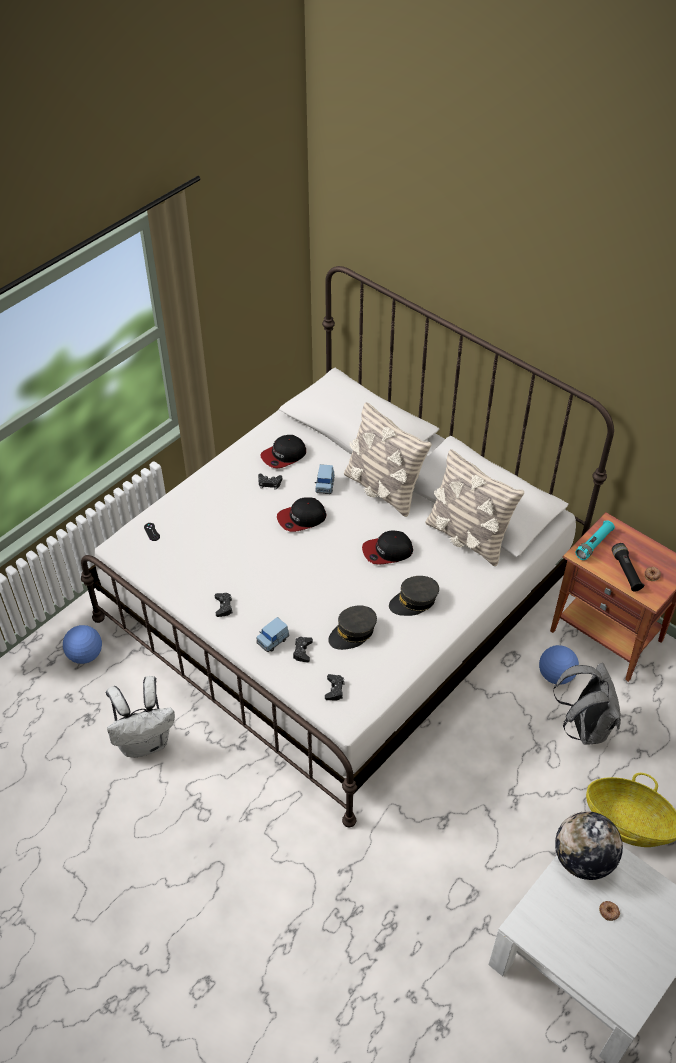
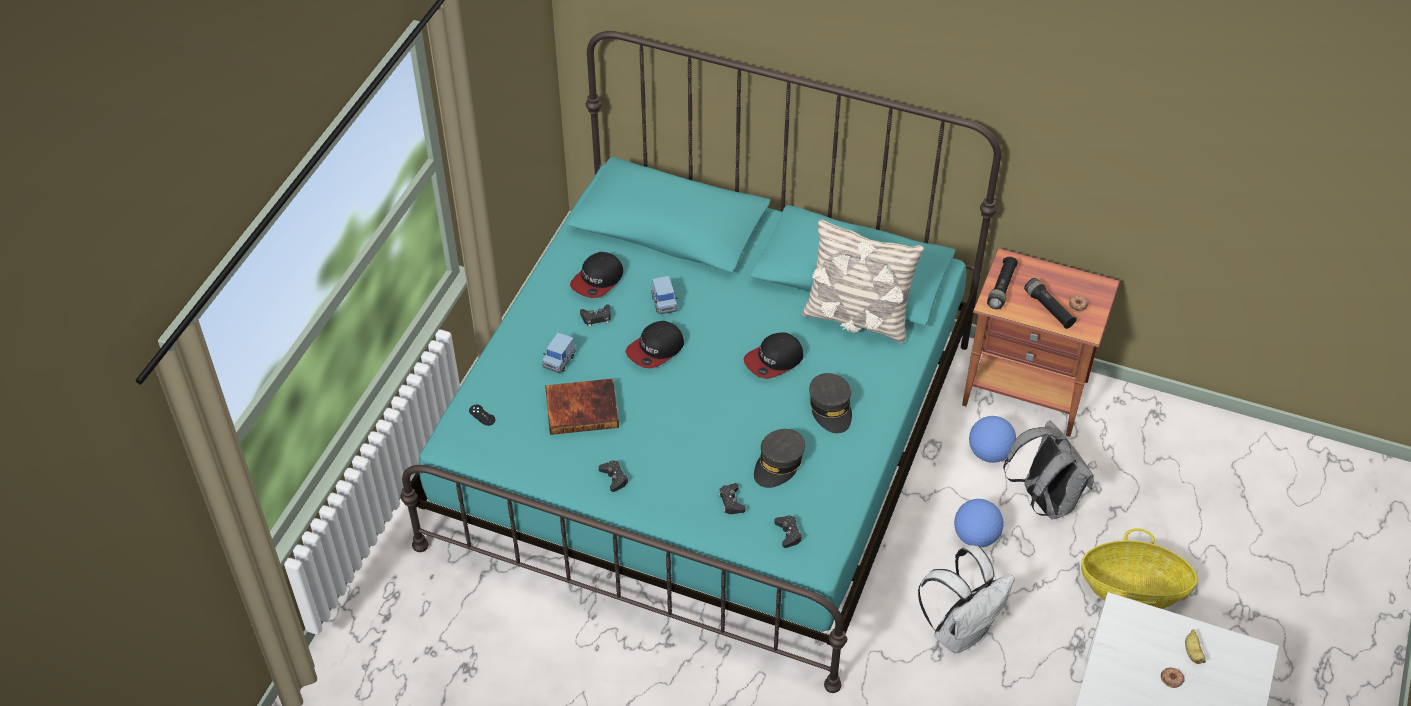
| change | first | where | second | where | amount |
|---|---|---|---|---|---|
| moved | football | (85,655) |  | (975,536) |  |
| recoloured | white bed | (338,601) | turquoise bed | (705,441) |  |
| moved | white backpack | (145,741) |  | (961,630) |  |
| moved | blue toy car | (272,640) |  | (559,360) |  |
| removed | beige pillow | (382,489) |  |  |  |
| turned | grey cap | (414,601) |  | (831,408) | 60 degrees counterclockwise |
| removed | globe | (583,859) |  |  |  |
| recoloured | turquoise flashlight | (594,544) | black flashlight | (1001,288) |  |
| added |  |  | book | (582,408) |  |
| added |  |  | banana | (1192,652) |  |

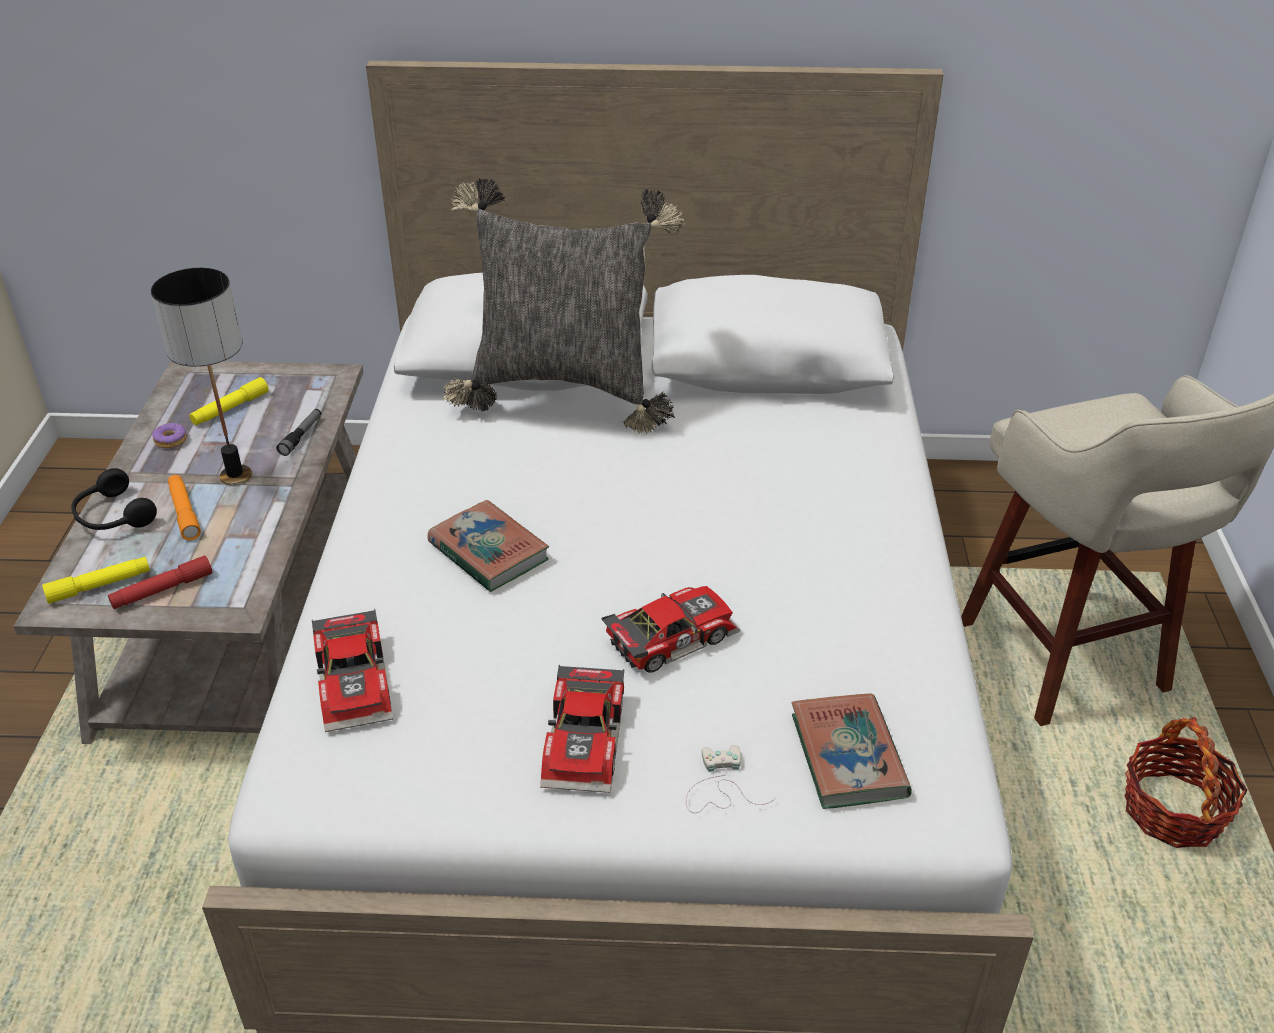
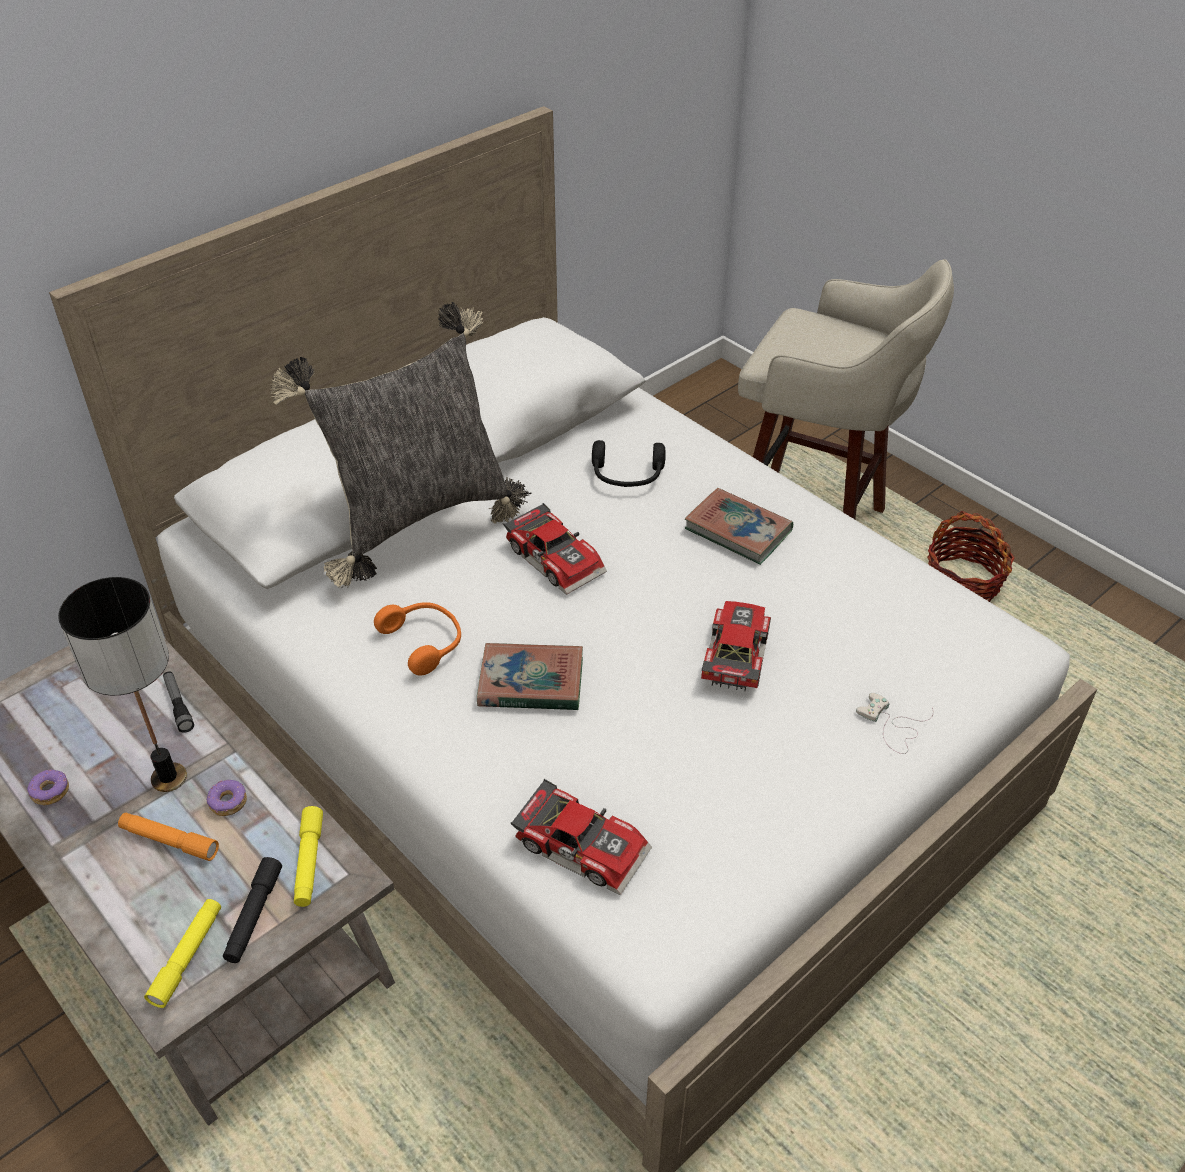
| change | first | where | second | where | amount |
|---|---|---|---|---|---|
| moved | black headphones | (112,516) |  | (627,476) |  |
| recoloured | red flashlight | (162,590) | black flashlight | (254,915) |  |
| moved | yellow flashlight | (230,408) |  | (309,862) |  |
| moved | toy car | (588,741) |  | (557,557) |  |
| moved | book | (848,756) |  | (738,530) |  |
| added |  |  | donut | (228,802) |  |
| added |  |  | orange headphones | (424,642) |  |

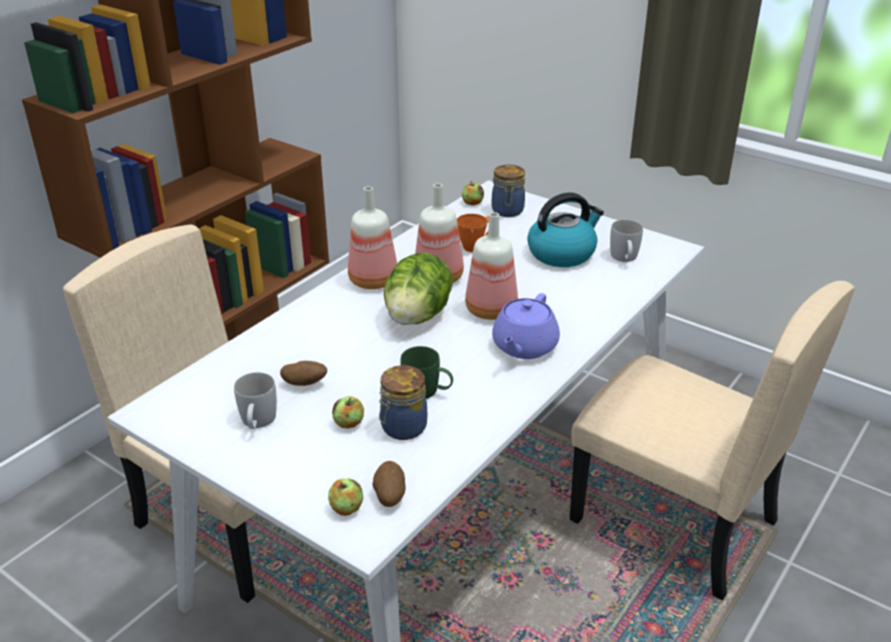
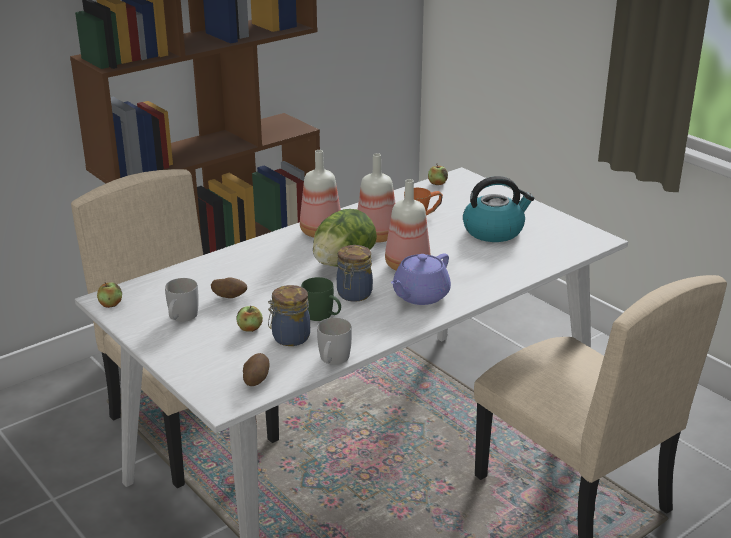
| change | first | where | second | where | amount |
|---|---|---|---|---|---|
| moved | apple | (346,508) |  | (110,304) |  |
| moved | jar | (507,211) |  | (354,295) |  |
| moved | white mug | (624,259) |  | (332,361) |  |

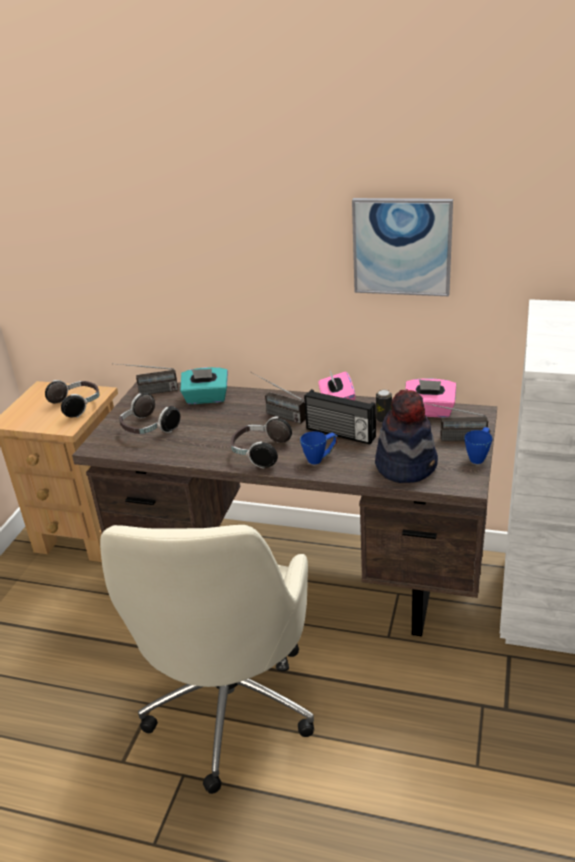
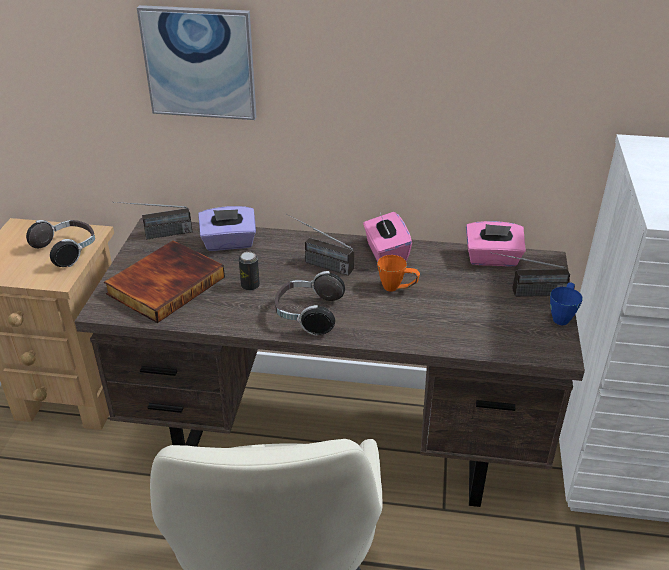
| change | first | where | second | where | amount |
|---|---|---|---|---|---|
| replaced | headphones | (148,429) | book | (165,284) |  |
| recoloured | turquoise tissue box | (206,398) | purple tissue box | (229,243) |  |
| removed | blue mug | (320,458) |  |  |  |
| replaced | radio | (340,434) | orange mug | (397,288) |  |
| moved | picture | (402,246) |  | (199,63) |  |
| removed | hat | (406,465) |  |  |  |
| moved | can | (384,419) |  | (250,286) |  |

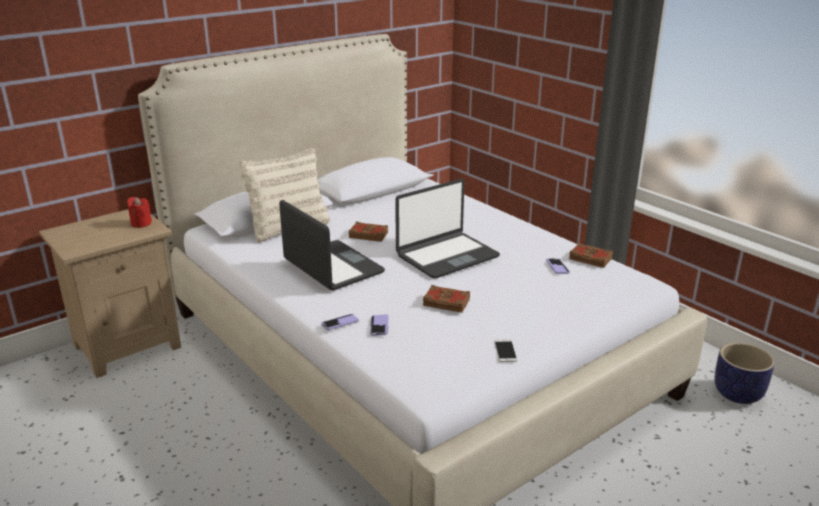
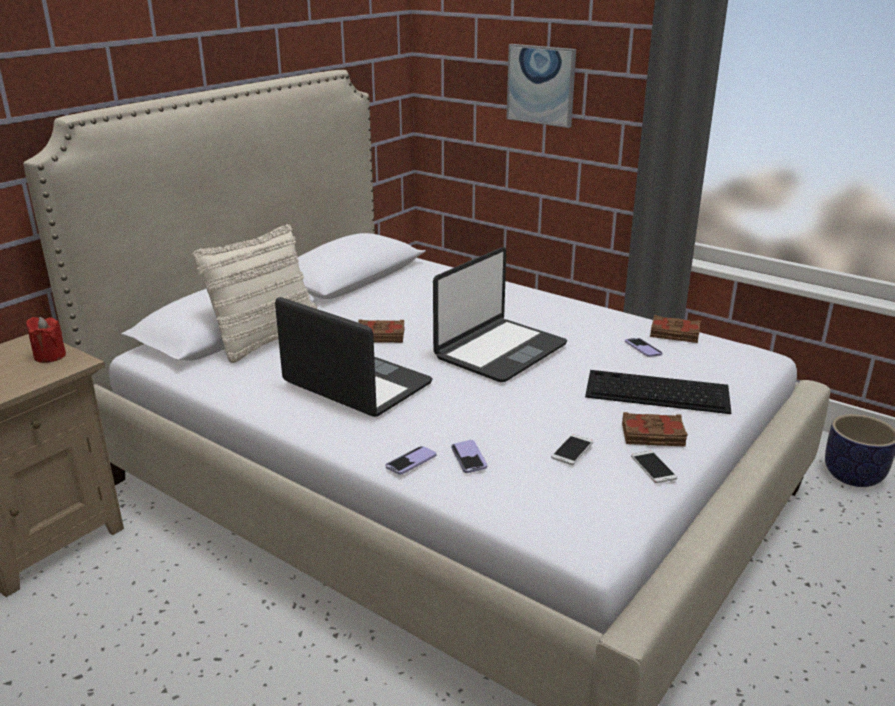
| change | first | where | second | where | amount |
|---|---|---|---|---|---|
| moved | brown book | (446,303) |  | (653,435) |  |
| added |  |  | picture | (541,85) |  |
| added |  |  | phone | (572,450) |  |
| added |  |  | keyboard | (655,391) |  |

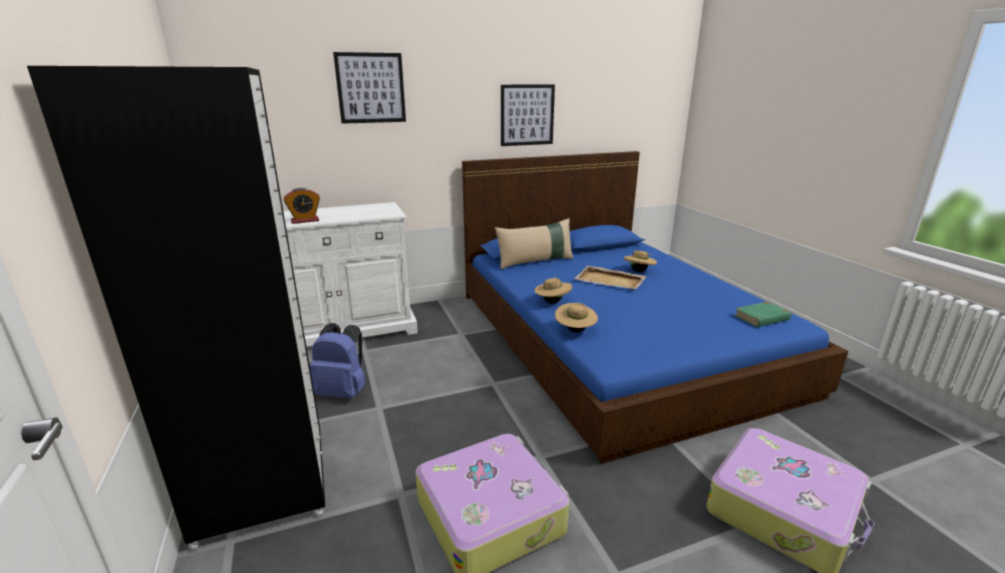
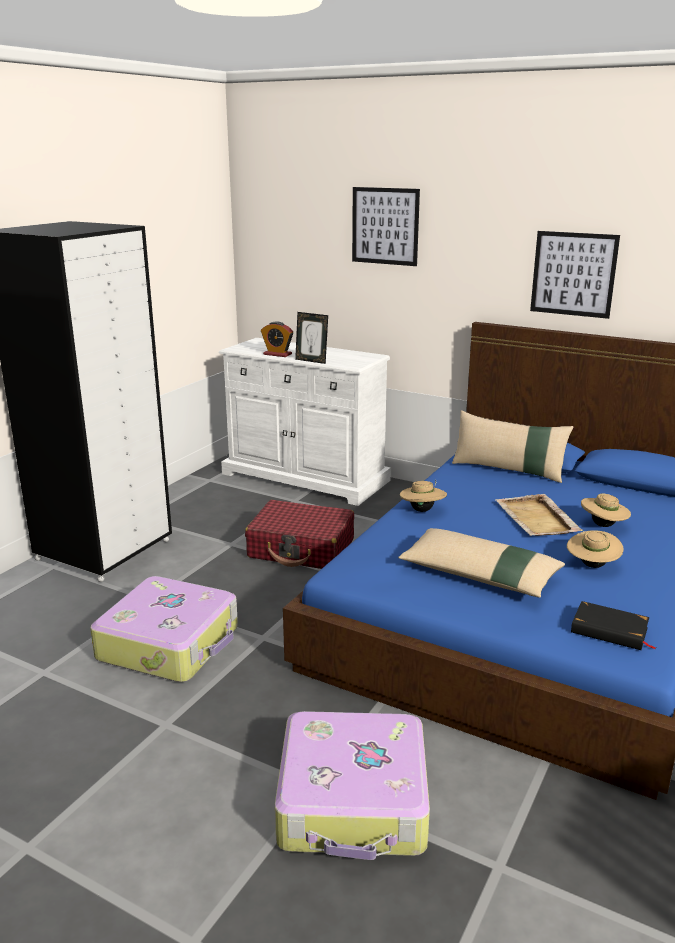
| change | first | where | second | where | amount |
|---|---|---|---|---|---|
| removed | blue backpack | (343,392) |  |  |  |
| moved | beige hat | (575,330) |  | (592,565) |  |
| recoloured | green book | (762,317) | black book | (609,630) |  |
| added |  |  | red suitcase | (301,549) |  |
| added |  |  | picture frame | (311,361) |  |
| added |  |  | beige pillow | (479,575) |  |

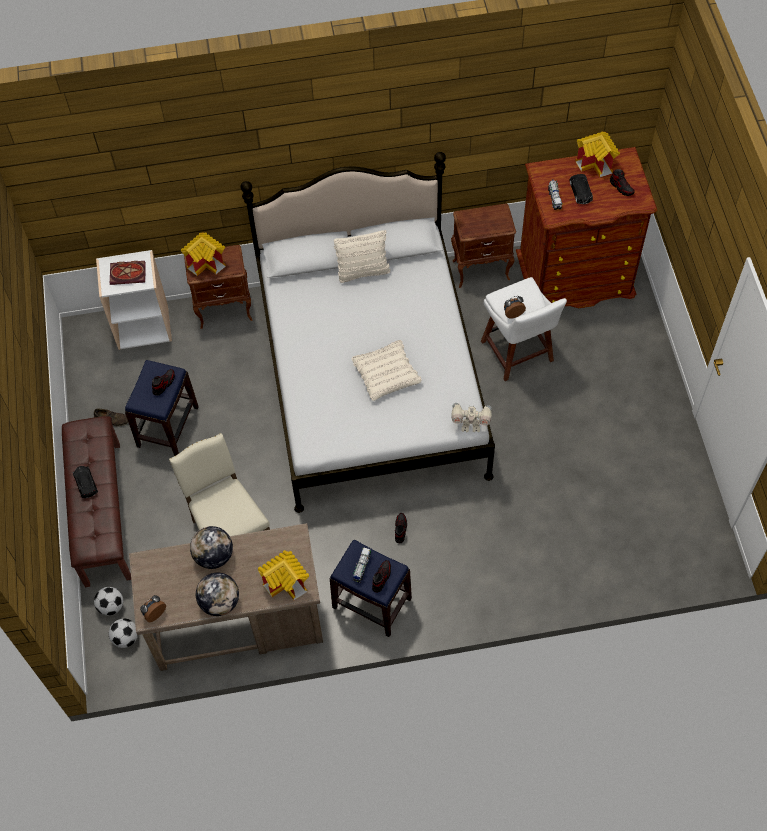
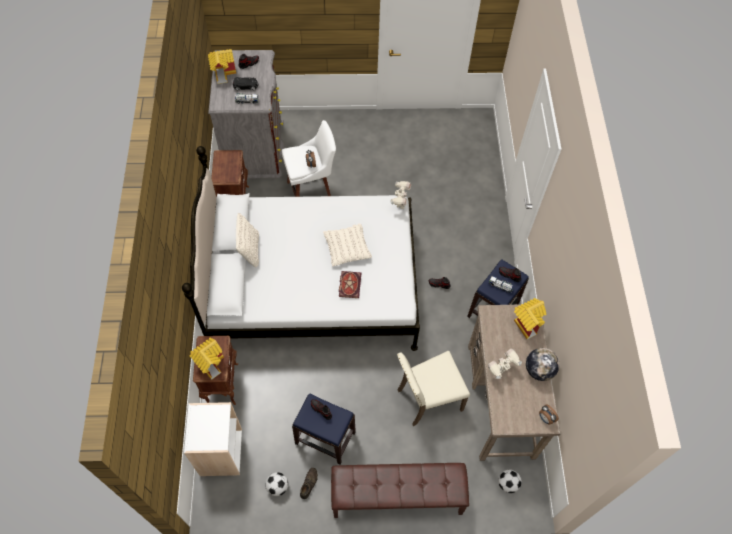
| change | first | where | second | where | amount |
|---|---|---|---|---|---|
| removed | black toy car | (85,483) |  |  |  |
| moved | football | (111,606) |  | (277,487) |  |
| moved | book | (129,273) |  | (349,284) |  |
| replaced | globe | (214,556) | toy robot | (500,371) |  |
| recoloured | brown dresser | (576,273) | grey dresser | (254,147) |  |

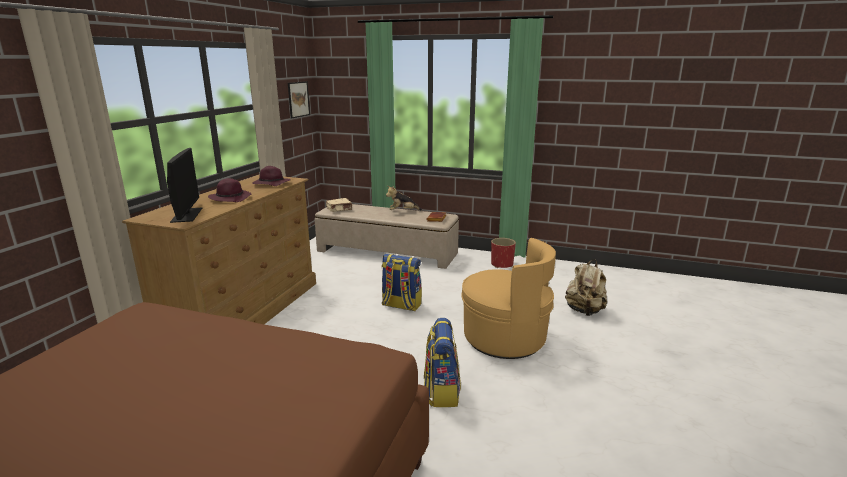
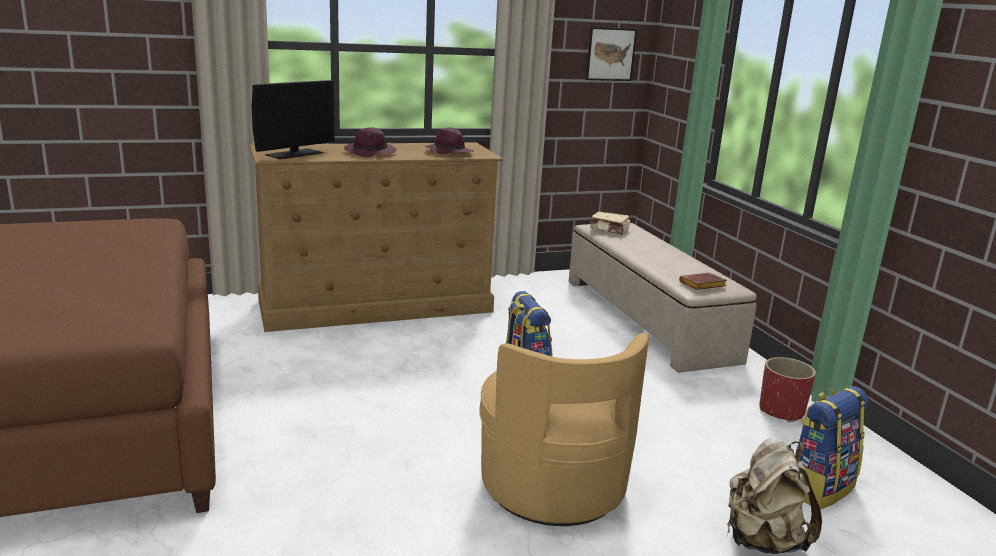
| change | first | where | second | where | amount |
|---|---|---|---|---|---|
| removed | plush toy | (403,211) |  |  |  |
| moved | backpack | (441,391) |  | (818,488) |  |

